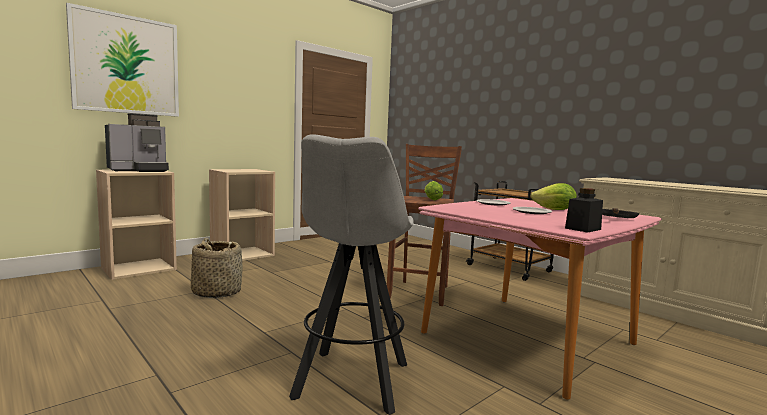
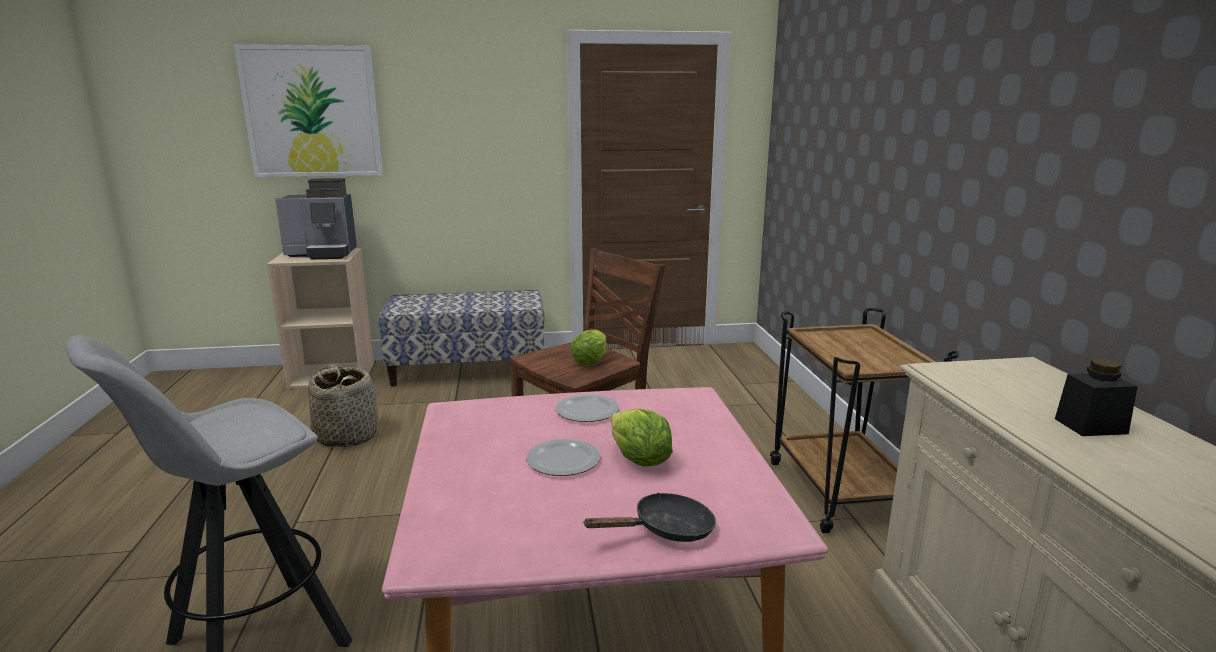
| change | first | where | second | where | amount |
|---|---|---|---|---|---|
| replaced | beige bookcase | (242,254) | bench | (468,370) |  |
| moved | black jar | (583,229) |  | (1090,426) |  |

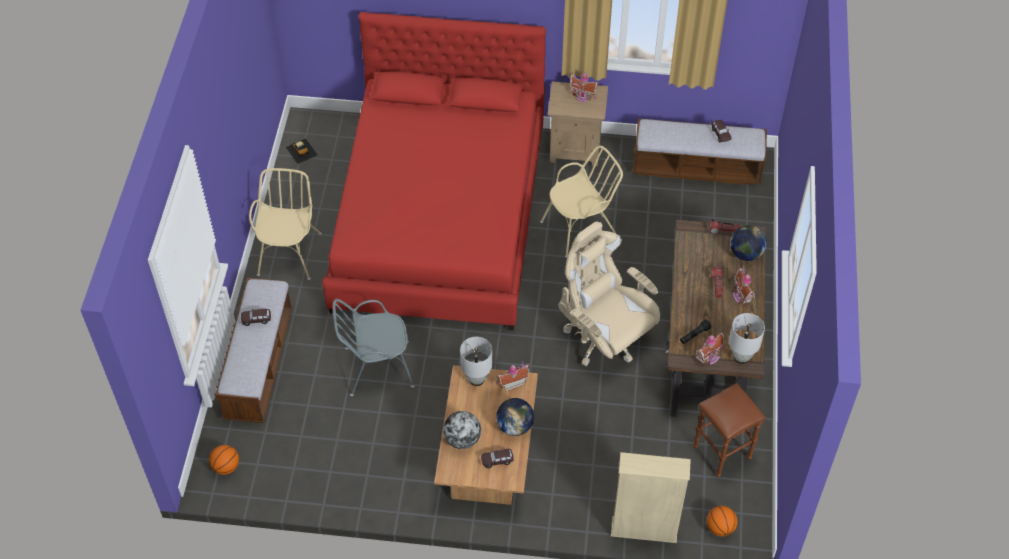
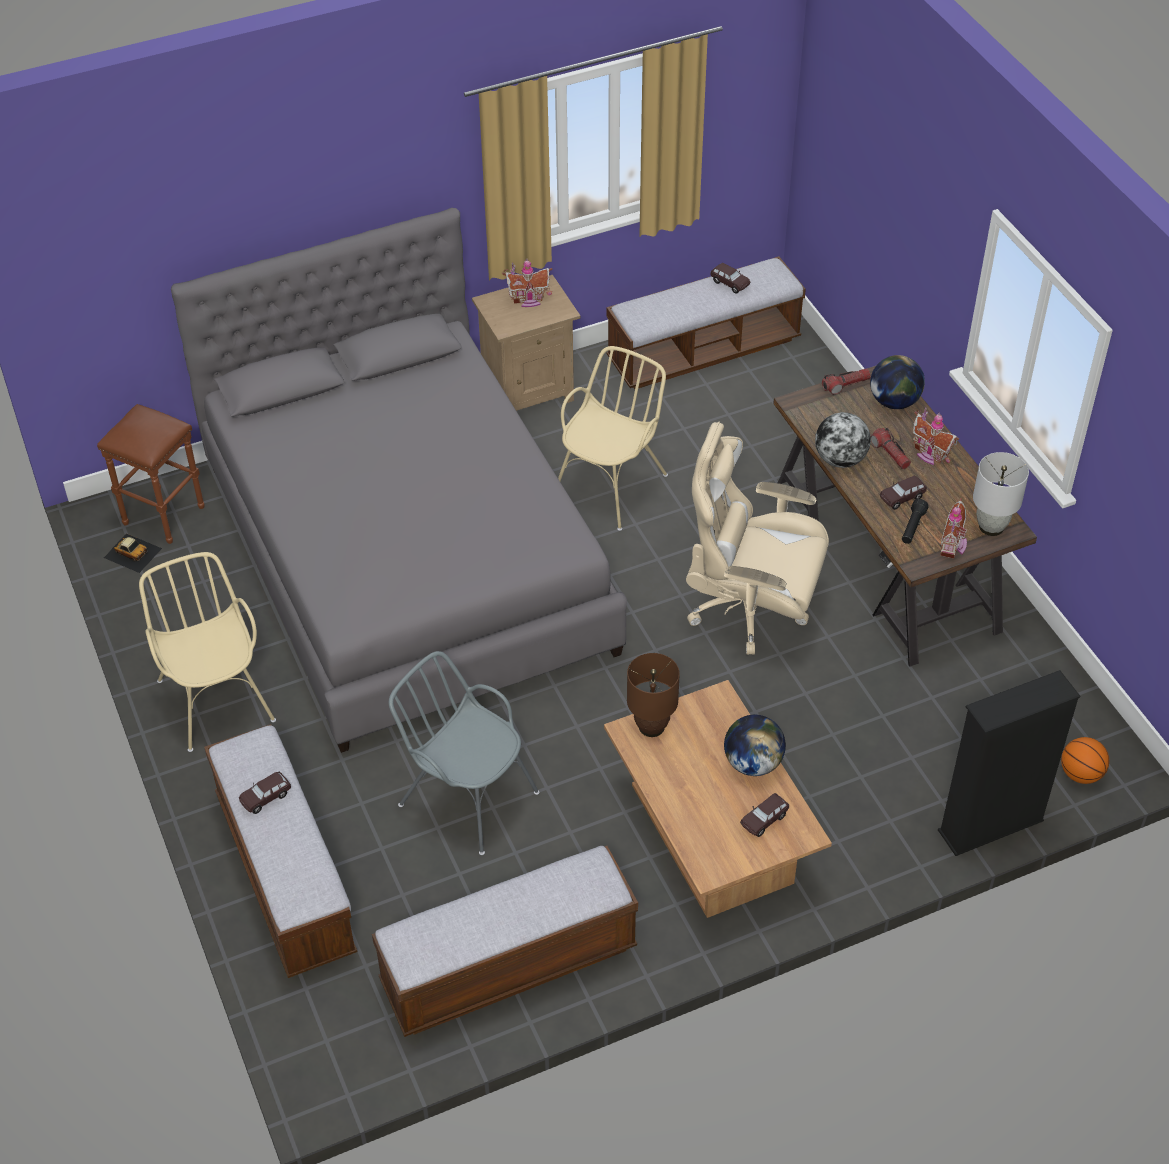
| change | first | where | second | where | amount |
|---|---|---|---|---|---|
| removed | basketball | (226,467) |  |  |  |
| recoloured | red bed | (440,218) | grey bed | (408,556) |  |
| turned | grey chair | (376,367) |  | (464,795) | 75 degrees clockwise |
| moved | globe | (462,439) |  | (840,459) |  |
| recoloured | white table lamp | (477,379) | brown table lamp | (651,726) |  |
| removed | toy house | (512,382) |  |  |  |
| recoloured | beige bookcase | (644,530) | black bookcase | (990,826) |  |
| moved | brown stool | (723,452) |  | (165,514) |  |
| added |  |  | bench | (508,966) |  |
| added |  |  | brown toy car | (902,497) |  |

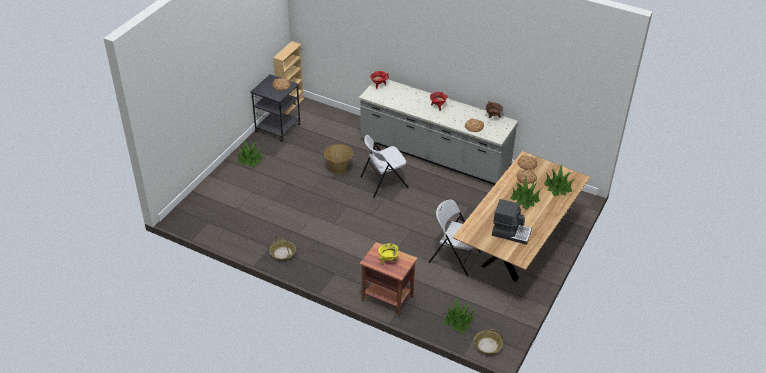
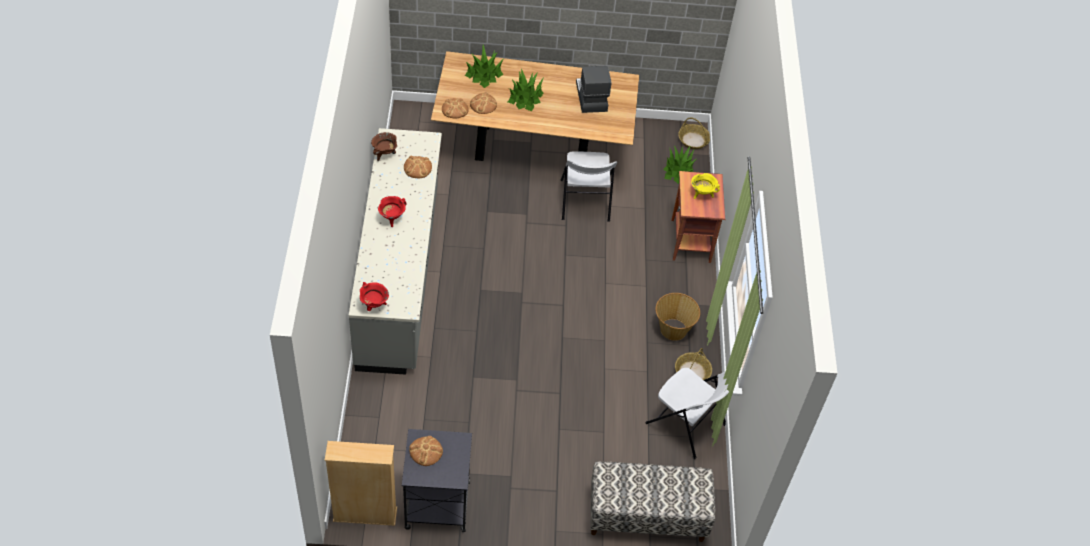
| change | first | where | second | where | amount |
|---|---|---|---|---|---|
| removed | potted plant | (250,159) |  |  |  |
| moved | basket | (338,168) |  | (673,329) |  |
| moved | white chair | (384,182) |  | (685,424) |  |
| added |  |  | bench | (646,516) |  |

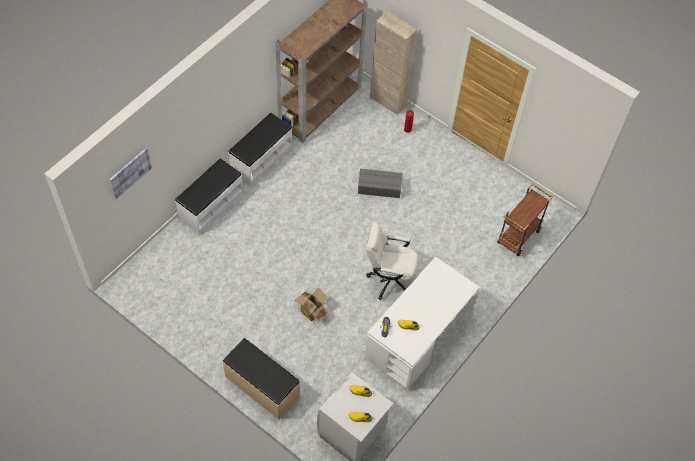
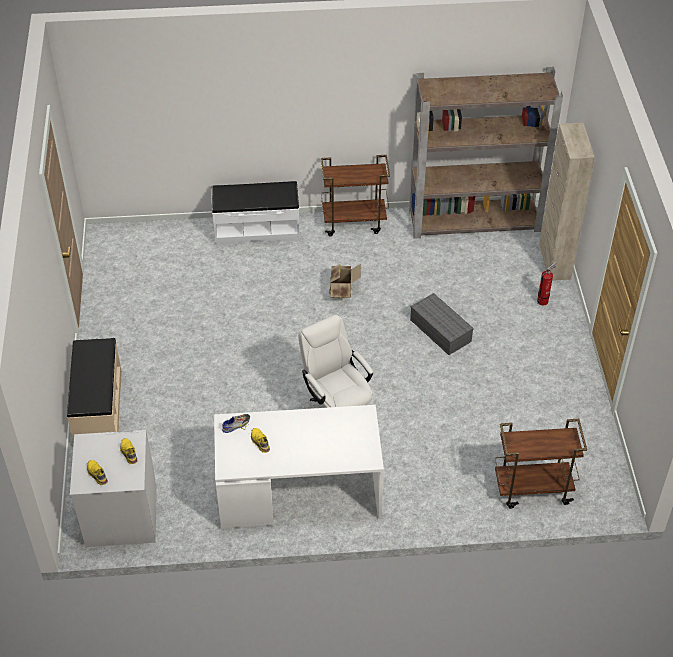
| change | first | where | second | where | amount |
|---|---|---|---|---|---|
| removed | picture | (130,172) |  |  |  |
| replaced | white bench | (261,159) | brown cart | (354,224) |  |
| moved | cardboard box | (312,310) |  | (343,290) |  |

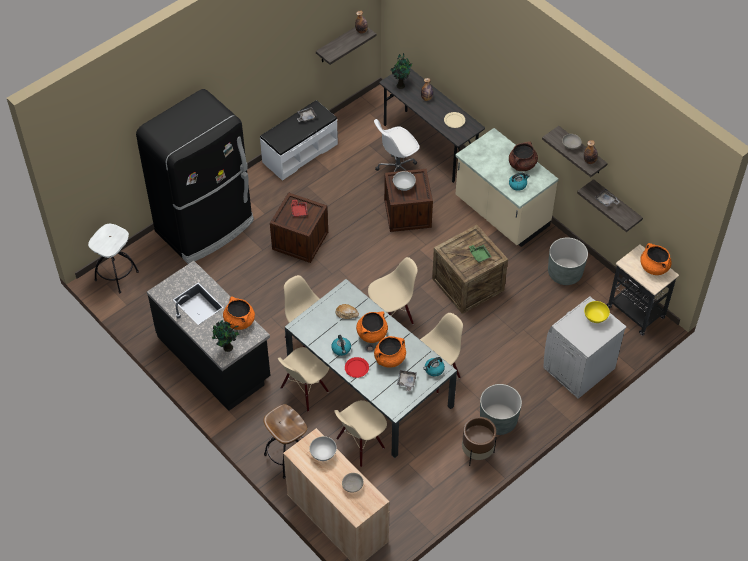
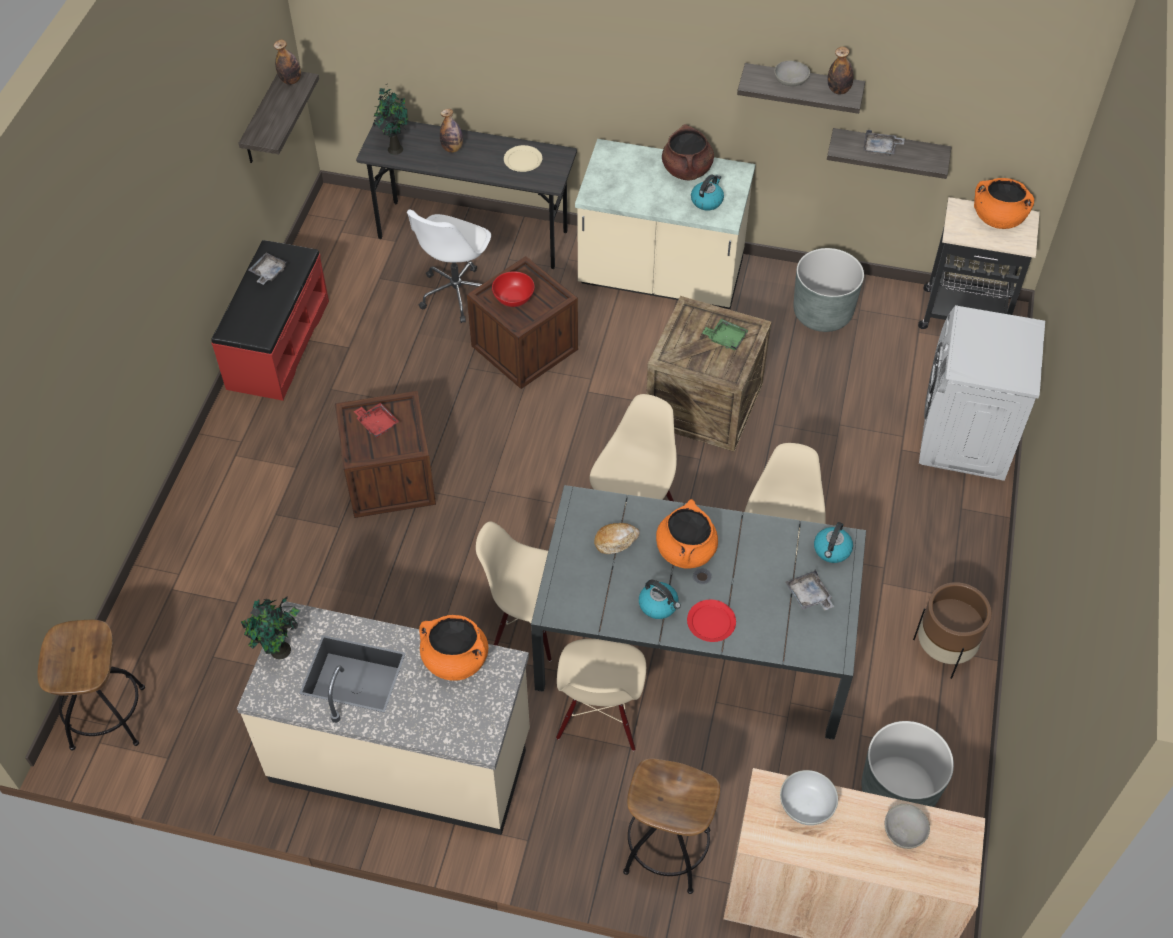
| change | first | where | second | where | amount |
|---|---|---|---|---|---|
| recoloured | white stool | (116,275) | brown stool | (108,716) |  |
| removed | black fridge | (206,227) |  |  |  |
| recoloured | black counter | (214,357) | beige counter | (401,756) |  |
| moved | potted plant | (227,348) |  | (280,652) |  |
| recoloured | white bench | (299,153) | red bench | (277,344) |  |
| removed | beige chair | (360,444) |  |  |  |
| removed | orange cooking pot | (389,359) |  |  |  |
| recoloured | white bowl | (404,186) | red bowl | (514,300) |  |
| moved | grey planter | (498,420) |  | (897,791) |  |
| removed | yellow bowl | (595,317) |  |  |  |

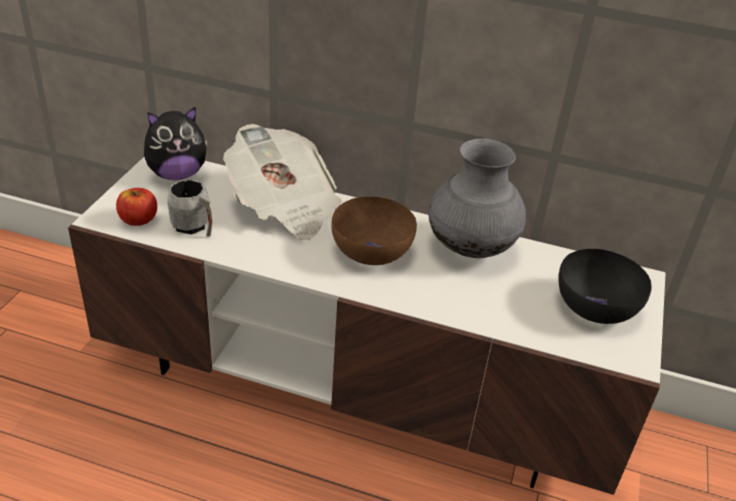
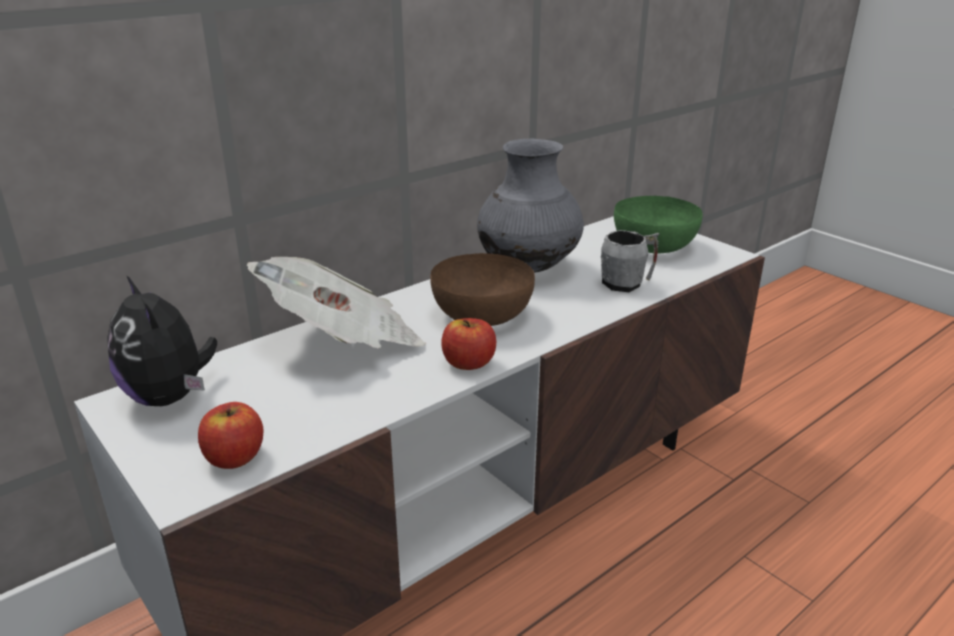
| change | first | where | second | where | amount |
|---|---|---|---|---|---|
| turned | plush toy | (177,174) |  | (170,397) | 135 degrees clockwise |
| moved | grey mug | (194,227) |  | (628,283) |  |
| recoloured | black bowl | (594,307) | green bowl | (653,246) |  |
| added |  |  | apple | (468,363) |  |

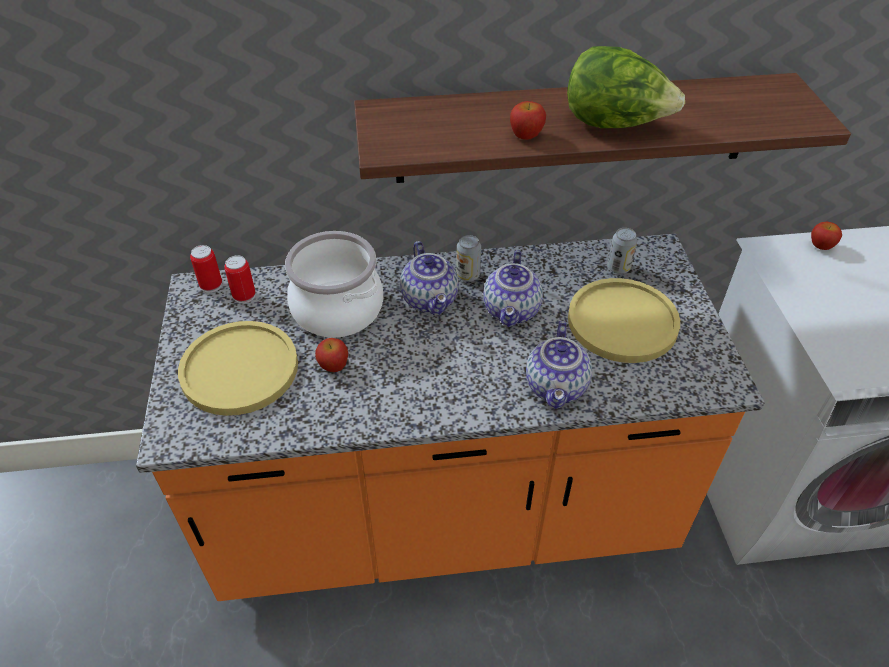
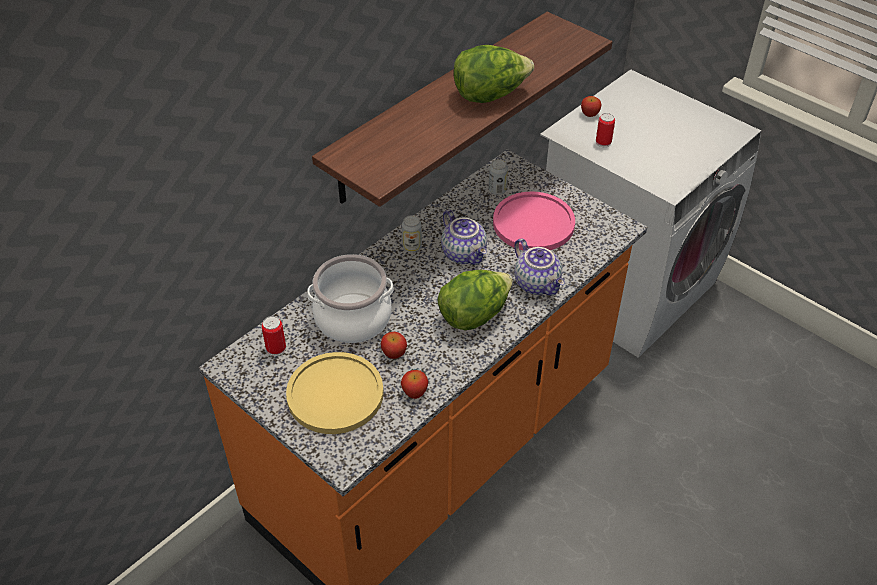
| change | first | where | second | where | amount |
|---|---|---|---|---|---|
| moved | can | (211,285) |  | (603,142) |  |
| removed | teapot | (431,300) |  |  |  |
| moved | apple | (526,135) |  | (414,392) |  |
| recoloured | yellow plate | (622,322) | pink plate | (533,223) |  |
| added |  |  | lettuce | (474,315) |  |

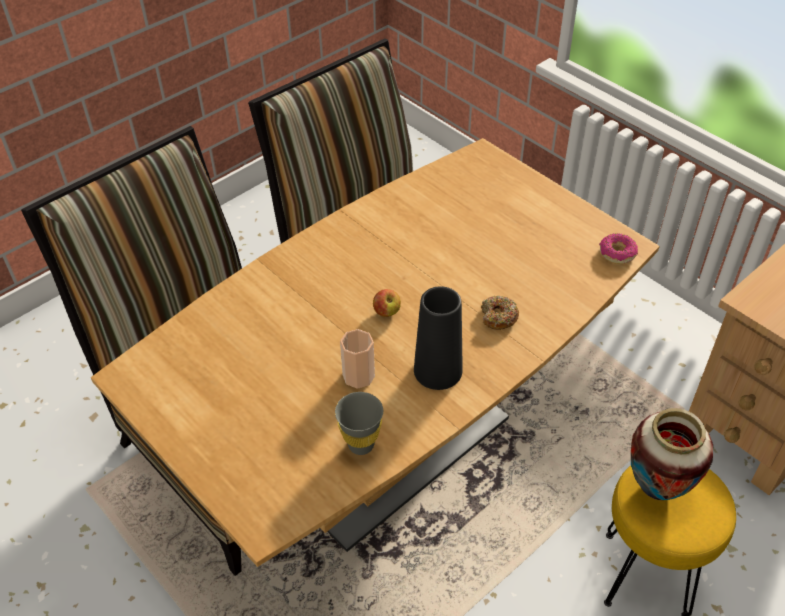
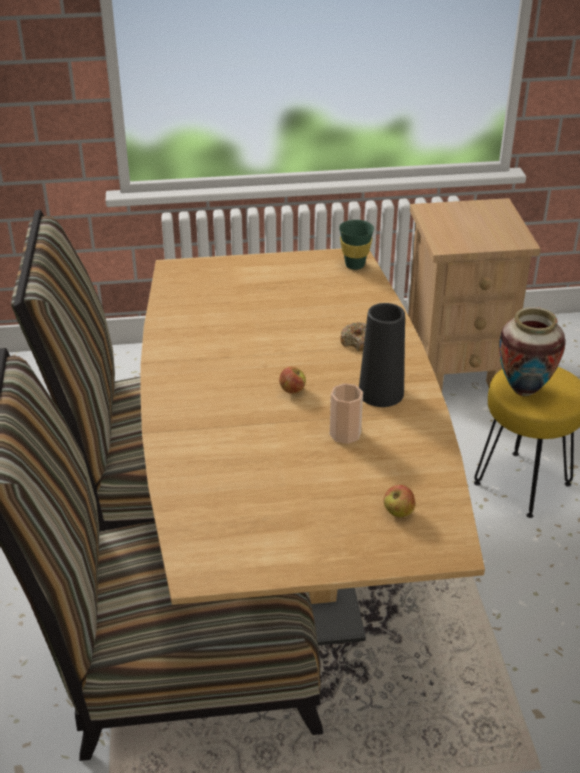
| change | first | where | second | where | amount |
|---|---|---|---|---|---|
| removed | grey cup | (361,444) |  |  |  |
| replaced | donut | (617,253) | green cup | (355,265) |  |
| added |  |  | apple | (398,512) |  |

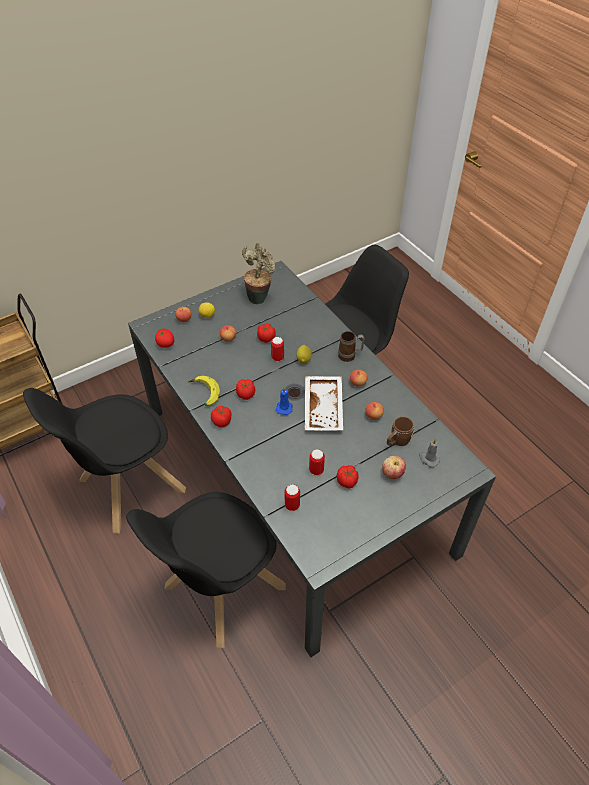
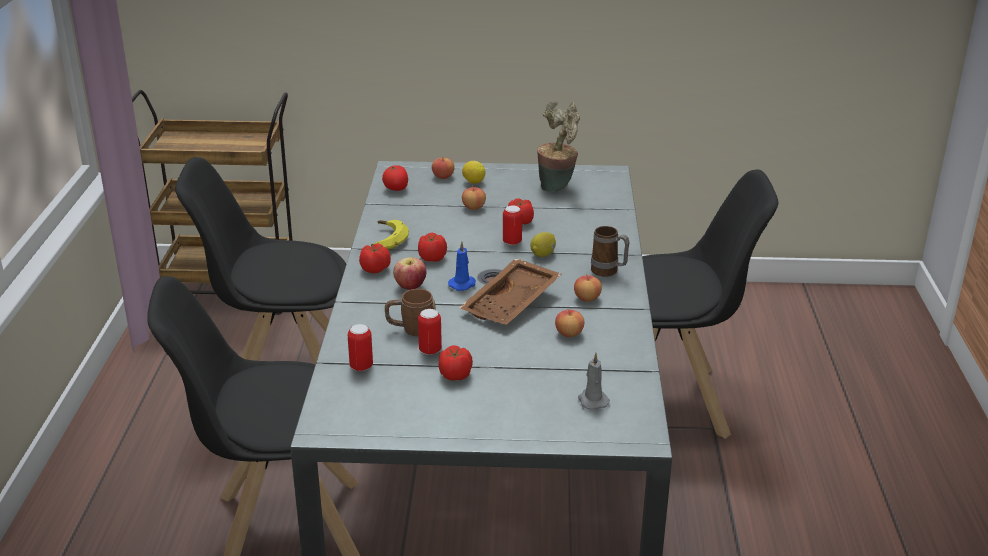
| change | first | where | second | where | amount |
|---|---|---|---|---|---|
| recoloured | white tray | (324,408) | brown tray | (512,304) |  |
| moved | apple | (392,474) |  | (410,287) |  |
| moved | brown mug | (397,441) |  | (411,329) |  |

